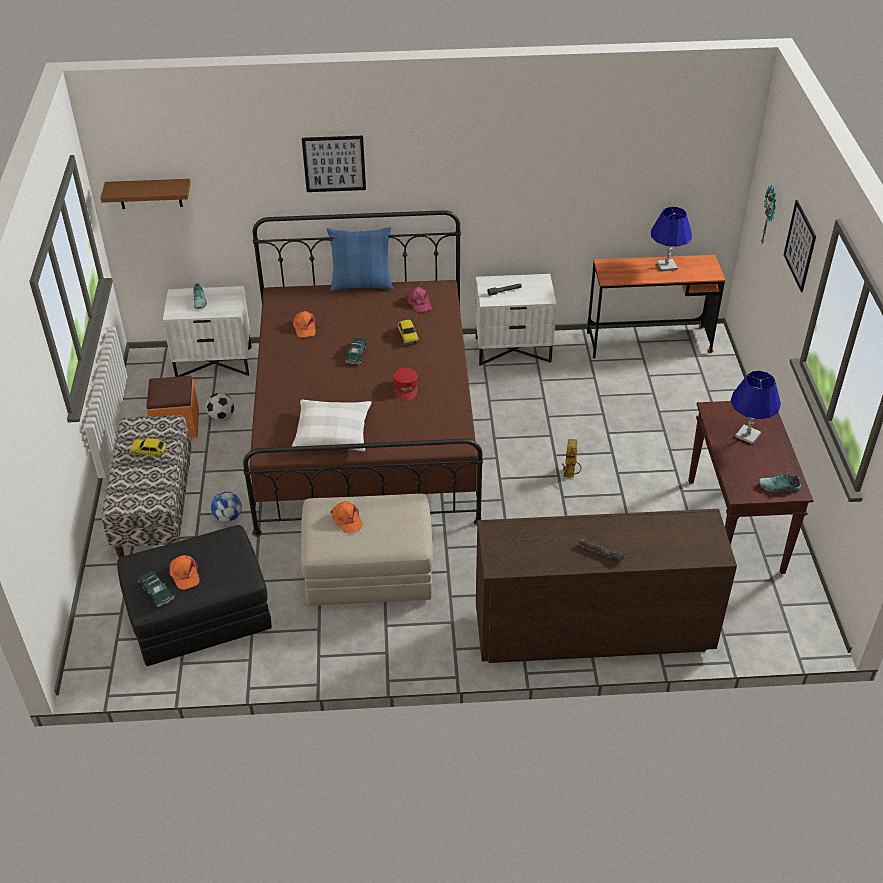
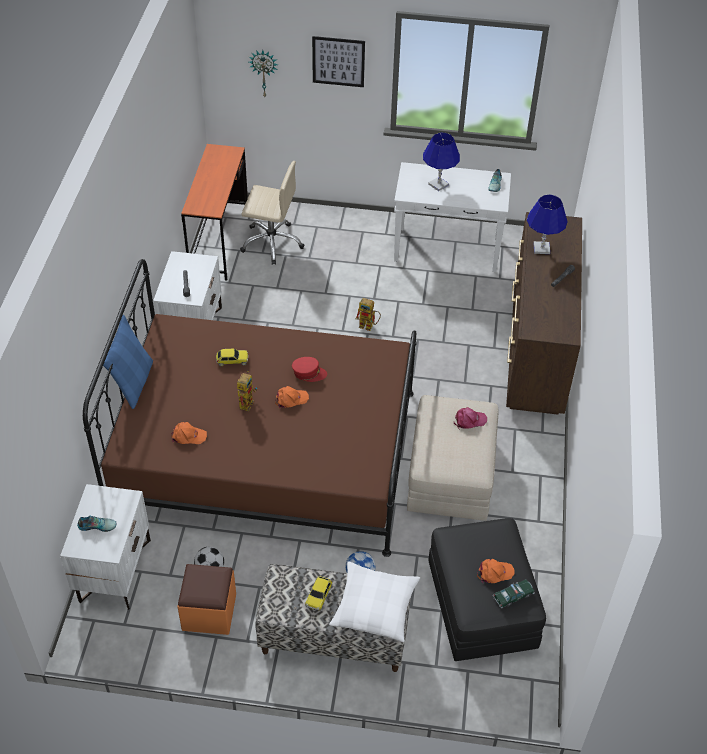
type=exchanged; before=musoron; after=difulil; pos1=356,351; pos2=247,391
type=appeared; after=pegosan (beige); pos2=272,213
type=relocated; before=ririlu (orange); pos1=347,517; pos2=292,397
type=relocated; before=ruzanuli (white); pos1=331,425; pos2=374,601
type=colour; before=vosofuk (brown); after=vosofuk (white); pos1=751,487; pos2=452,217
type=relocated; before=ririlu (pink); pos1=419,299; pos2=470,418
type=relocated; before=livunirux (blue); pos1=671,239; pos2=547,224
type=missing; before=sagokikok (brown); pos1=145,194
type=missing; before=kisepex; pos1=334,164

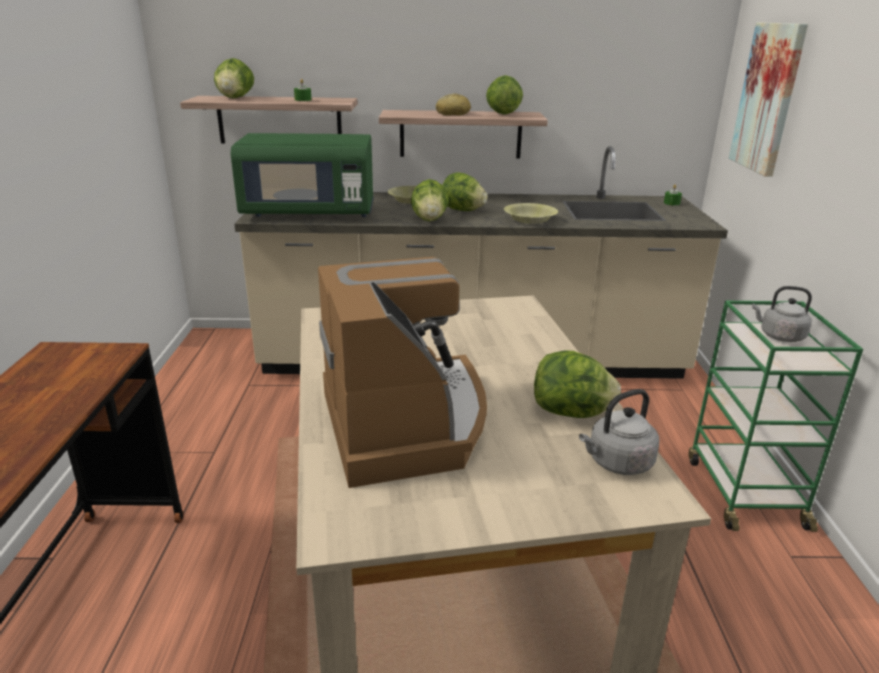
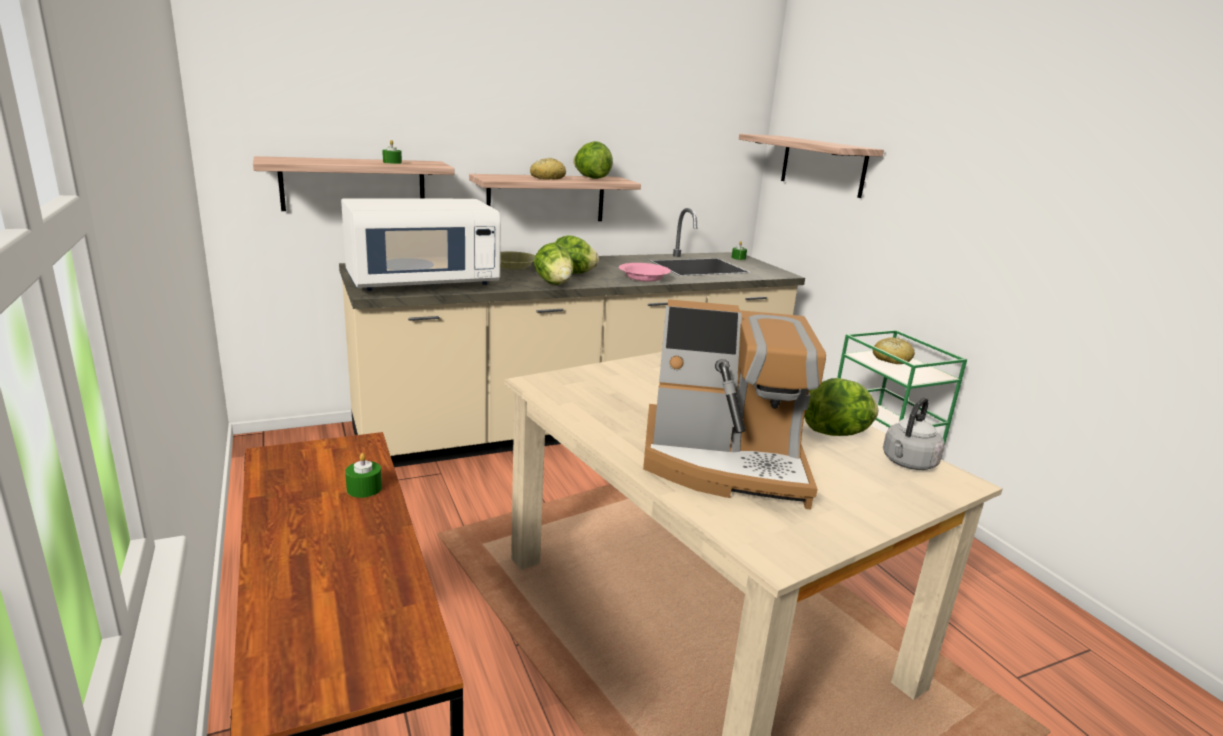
type=colour; before=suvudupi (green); after=suvudupi (white); pos1=302,175; pos2=421,244
type=appeared; after=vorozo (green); pos2=363,475
type=colour; before=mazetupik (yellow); after=mazetupik (pink); pos1=531,213; pos2=645,272
type=spun; before=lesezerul; pos1=402,372; pos2=734,404; turn=135
type=exchanged; before=kisepex; after=sagokikok; pos1=768,99; pos2=811,166
type=exchanged; before=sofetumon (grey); after=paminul; pos1=782,314; pos2=894,350
type=missing; before=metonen; pos1=234,78

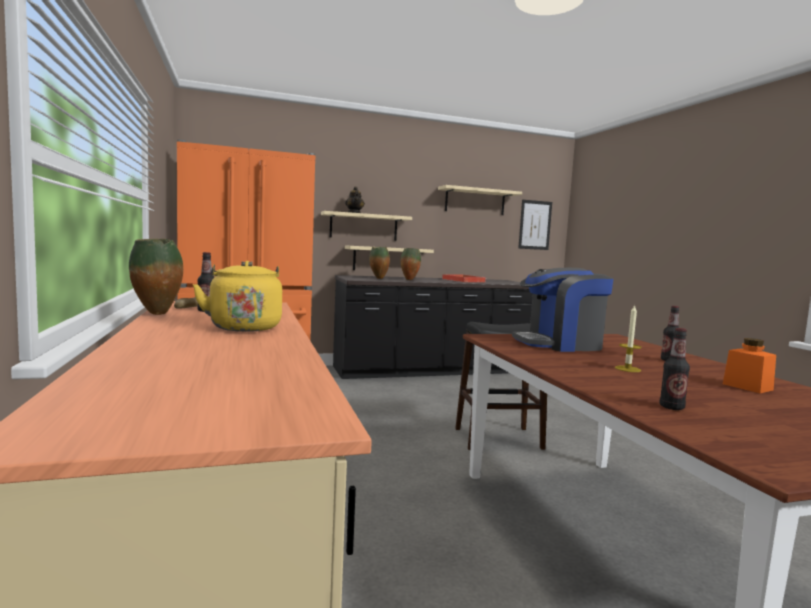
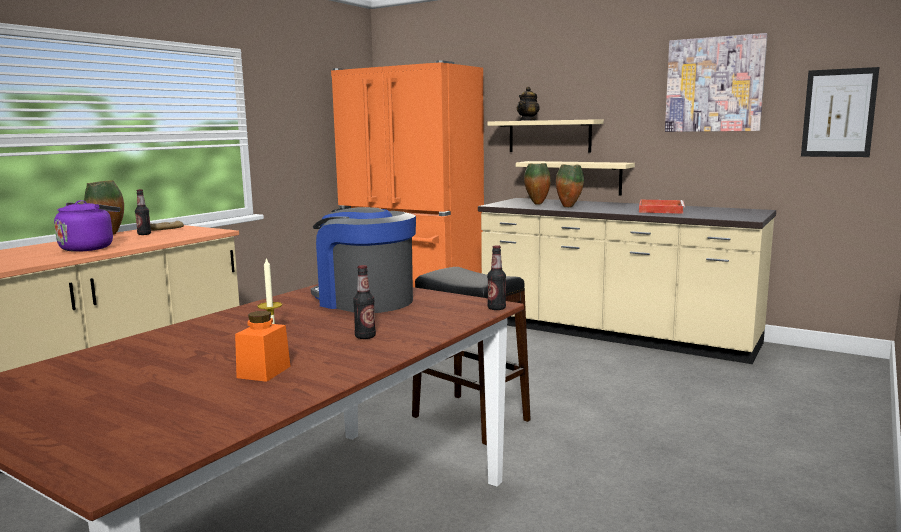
type=colour; before=sofetumon (yellow); after=sofetumon (purple); pos1=237,296; pos2=87,226
type=colour; before=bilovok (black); after=bilovok (beige); pos1=433,327; pos2=627,281
type=relocated; before=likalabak; pos1=674,369; pos2=496,277
type=exchanged; before=sagokikok (beige); after=kisepex; pos1=480,200; pos2=716,82

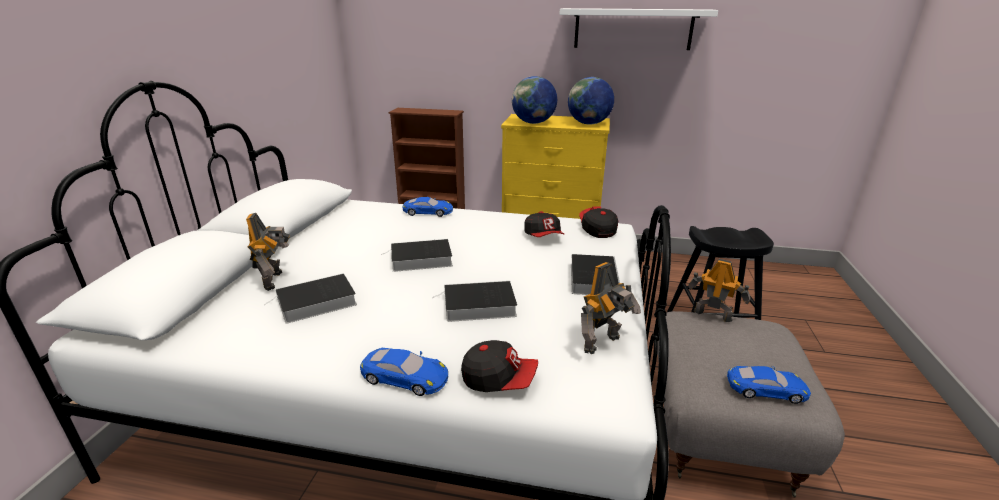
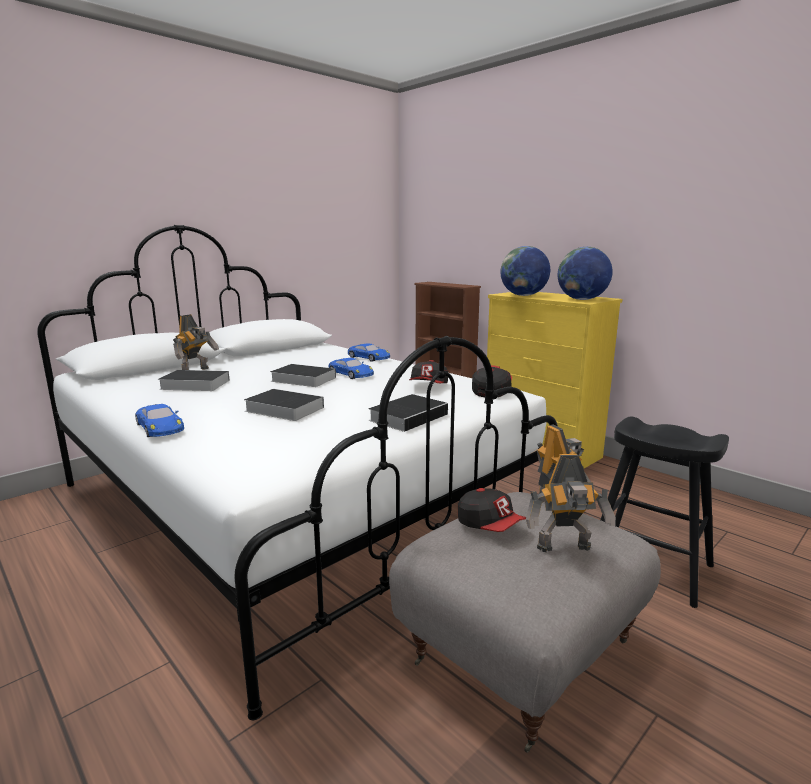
type=relocated; before=musoron (blue); pos1=769,385; pos2=351,368
type=relocated; before=ririlu; pos1=499,366; pos2=492,510
type=relocated; before=difulil; pos1=611,308; pos2=571,503
type=missing; before=sagokikok (white); pos1=638,29

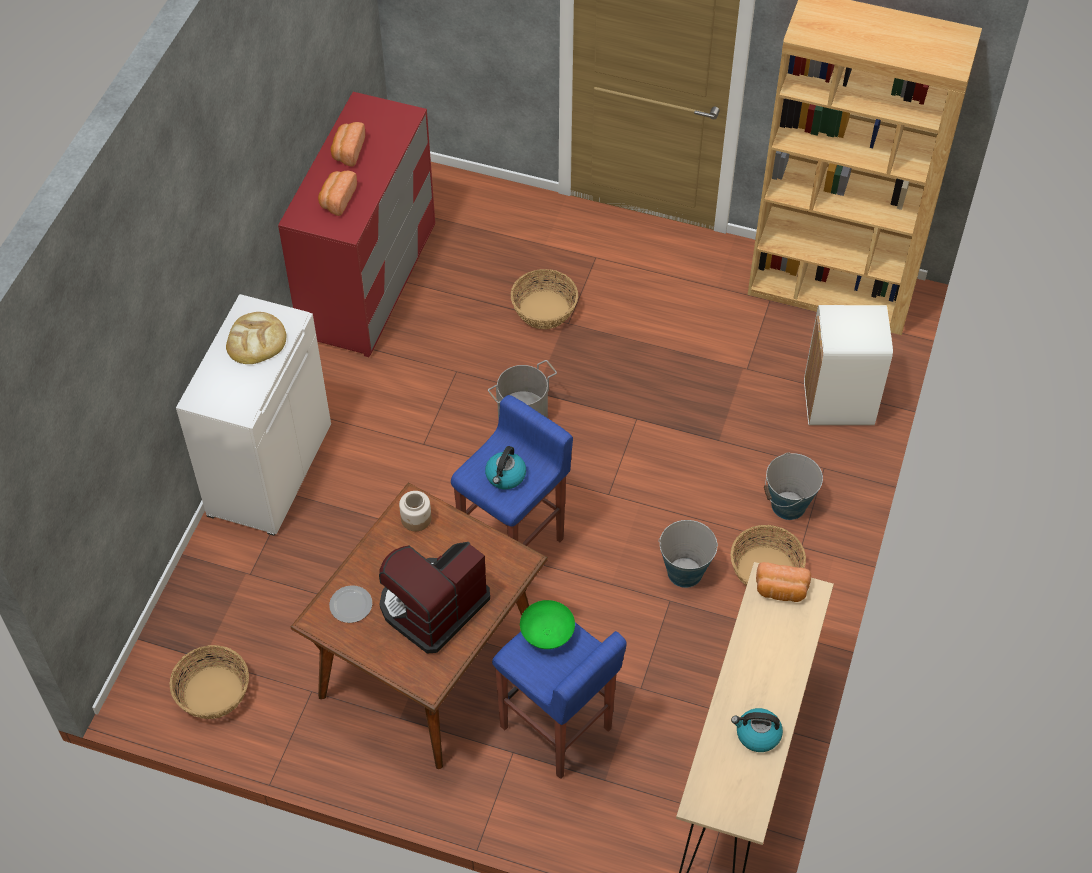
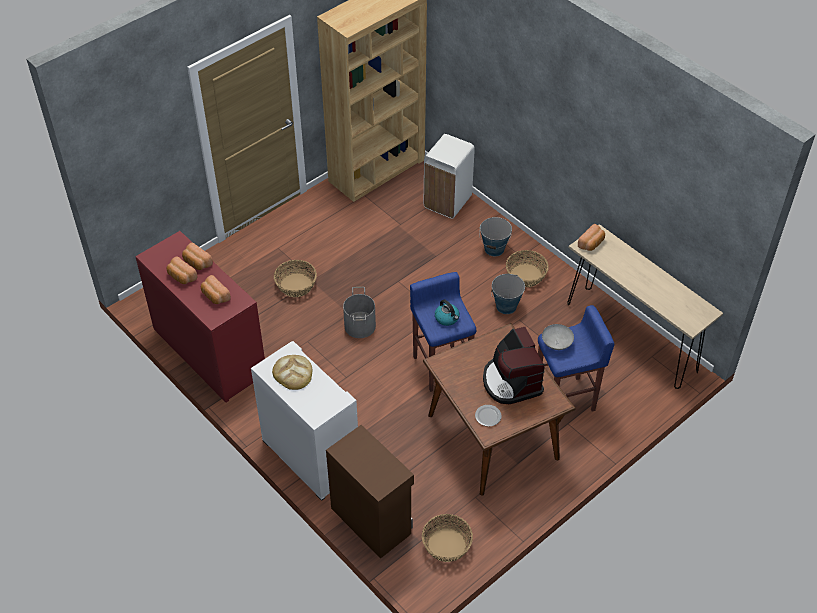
type=appeared; after=paminul; pos2=197,256
type=appeared; after=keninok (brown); pos2=370,492
type=colour; before=mazetupik (green); after=mazetupik (grey); pos1=547,624; pos2=558,337
type=missing; before=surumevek; pos1=415,511
type=missing; before=sofetumon; pos1=757,730

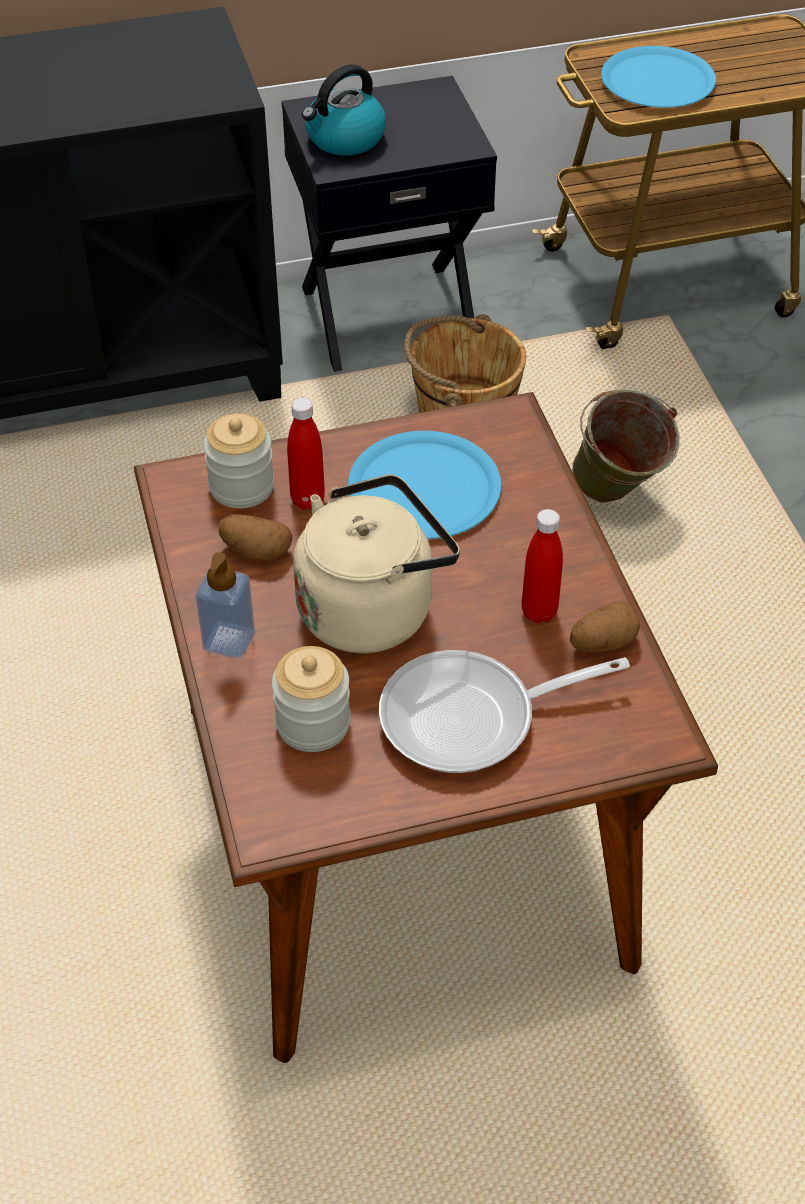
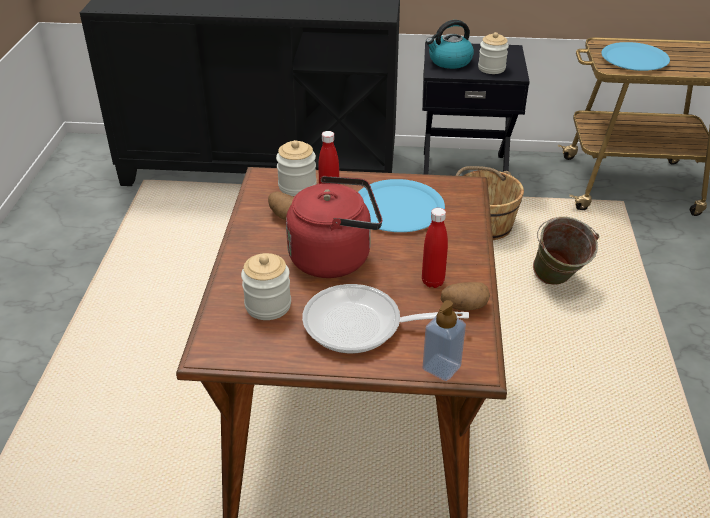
type=colour; before=sofetumon (beige); after=sofetumon (red); pos1=376,563; pos2=334,227
type=relocated; before=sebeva; pos1=225,605; pos2=444,340
type=appeared; after=surumevek; pos2=493,53

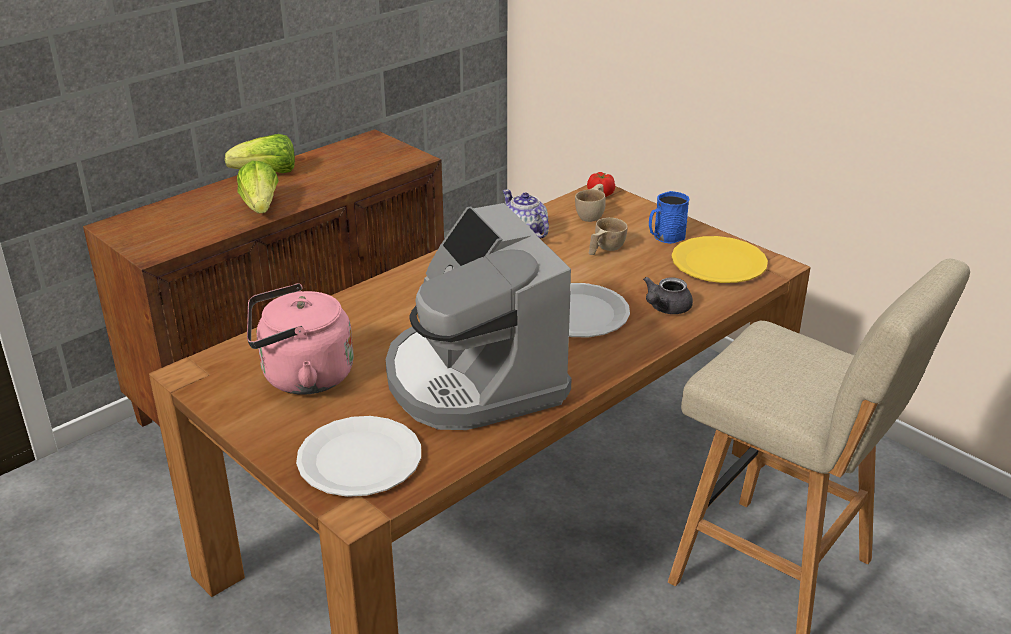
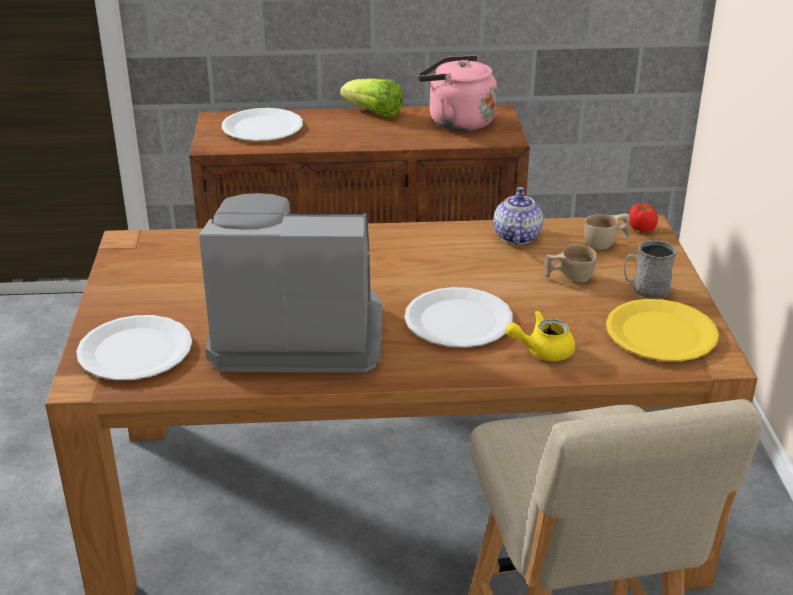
type=spun; before=lesezerul; pos1=478,316; pos2=291,283; turn=75
type=appeared; after=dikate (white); pos2=262,124
type=relocated; before=sofetumon (pink); pos1=300,338; pos2=457,93
type=colour; before=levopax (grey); after=levopax (yellow); pos1=668,295; pos2=540,335
type=colour; before=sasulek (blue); after=sasulek (grey); pos1=669,217; pos2=650,269
type=missing; before=metonen; pos1=258,187

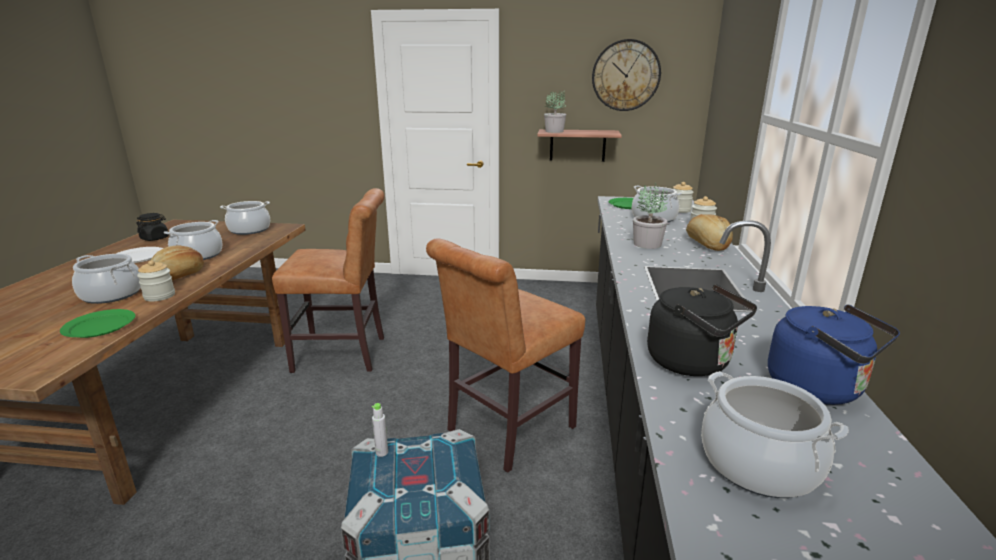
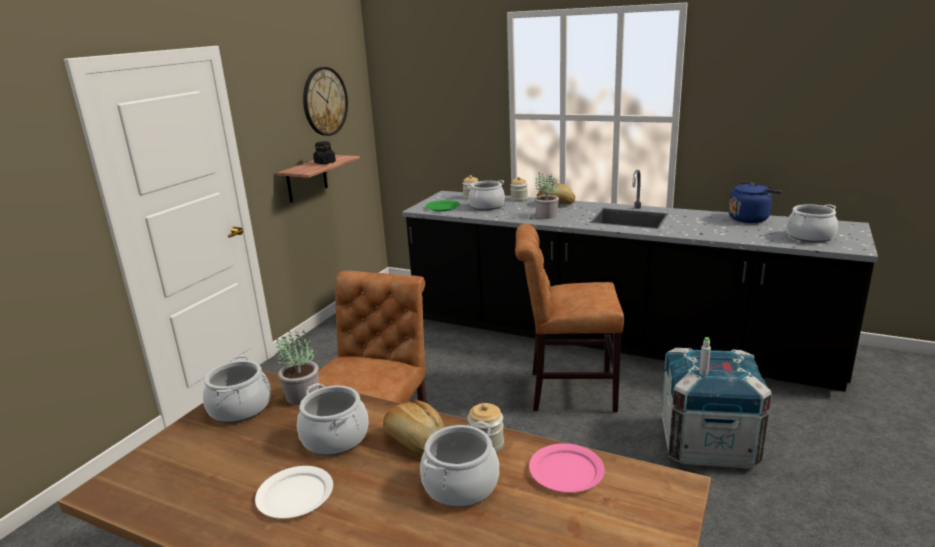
type=relocated; before=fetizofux; pos1=555,112; pos2=297,368
type=relocated; before=surumevek (black); pos1=152,227; pos2=324,152
type=spun; before=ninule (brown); pos1=505,355; pos2=569,317; turn=120
type=colour; before=dikate (green); after=dikate (pink); pos1=97,323; pos2=567,468
type=missing; before=sofetumon (black); pos1=702,330

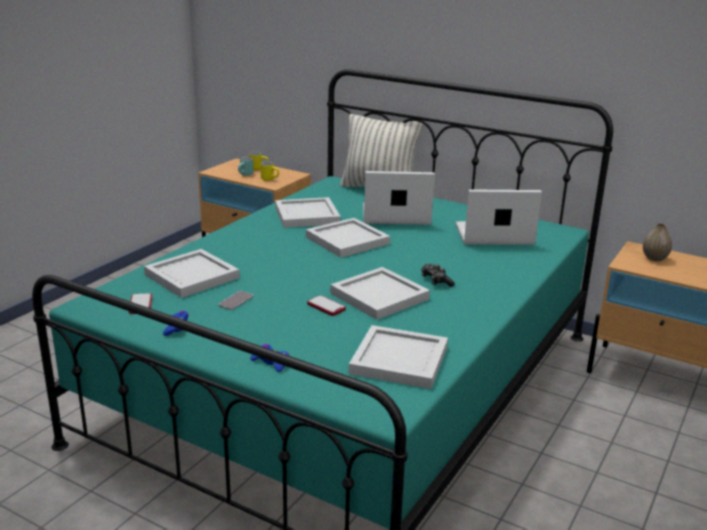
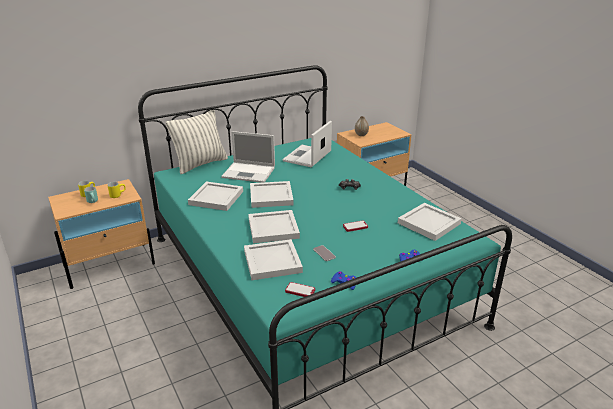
type=spun; before=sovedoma; pos1=399,198; pos2=248,157; turn=-105
type=relocated; before=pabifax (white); pos1=380,293; pos2=274,226

